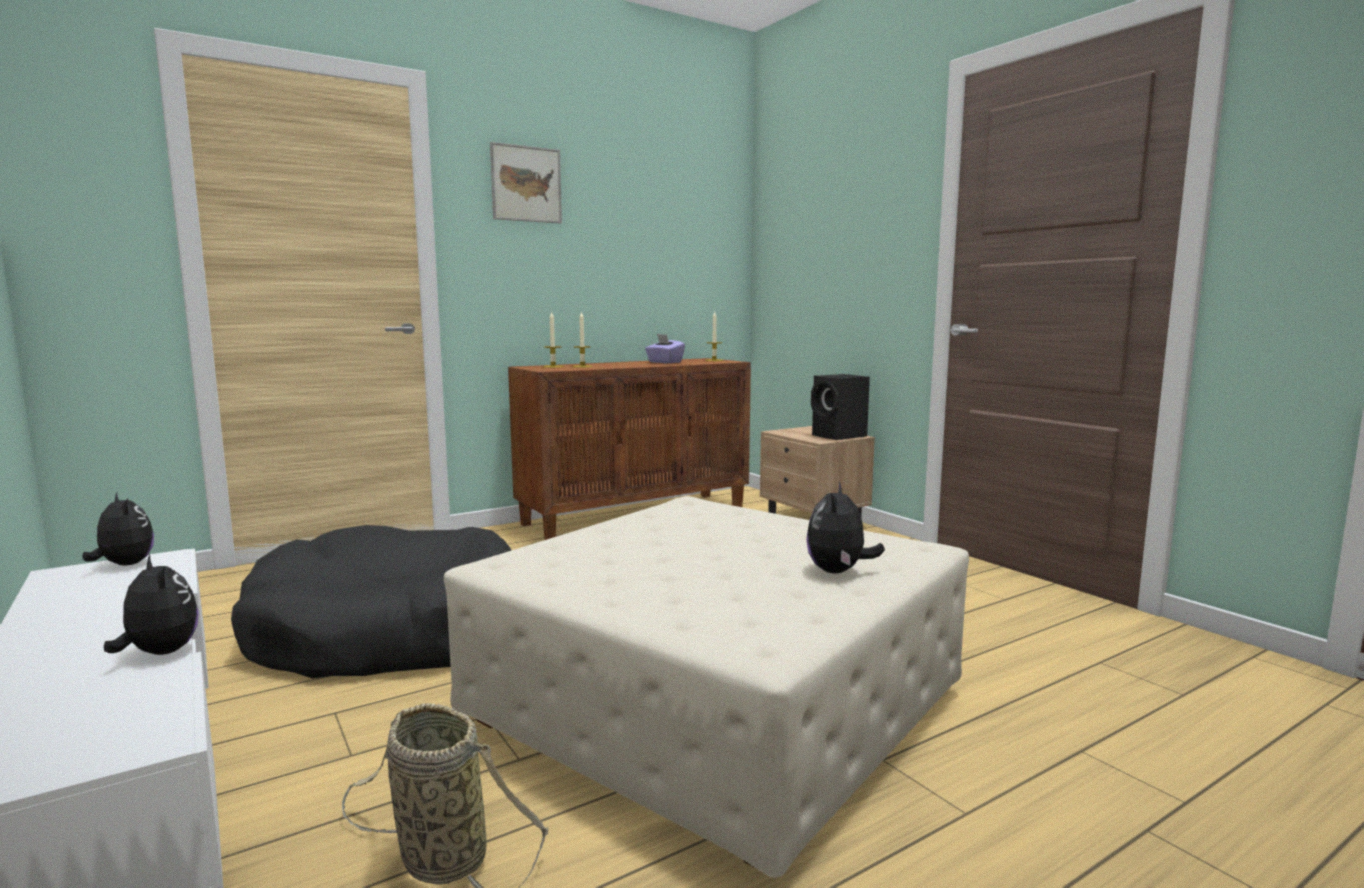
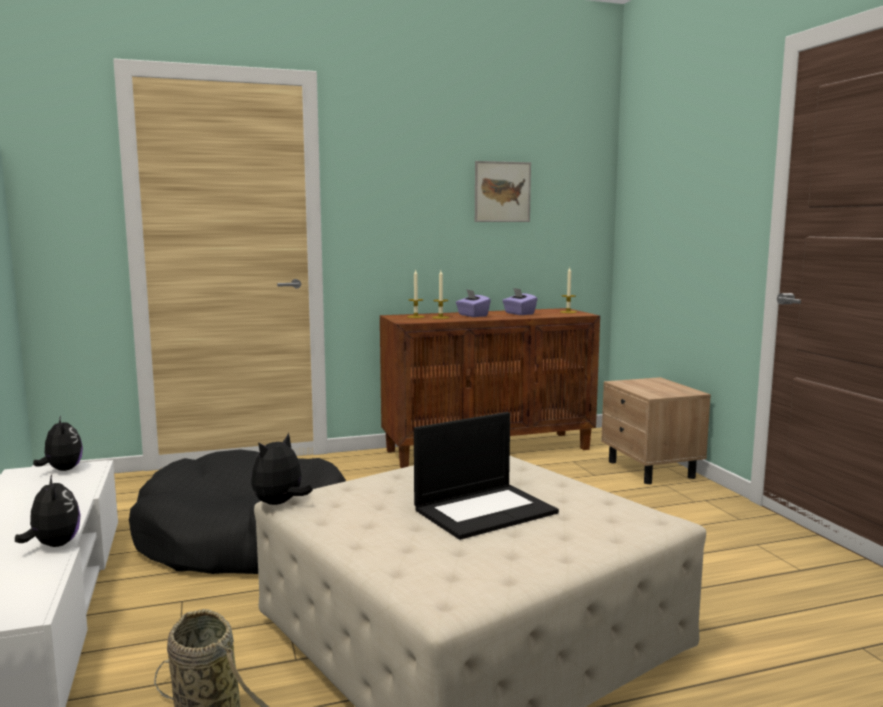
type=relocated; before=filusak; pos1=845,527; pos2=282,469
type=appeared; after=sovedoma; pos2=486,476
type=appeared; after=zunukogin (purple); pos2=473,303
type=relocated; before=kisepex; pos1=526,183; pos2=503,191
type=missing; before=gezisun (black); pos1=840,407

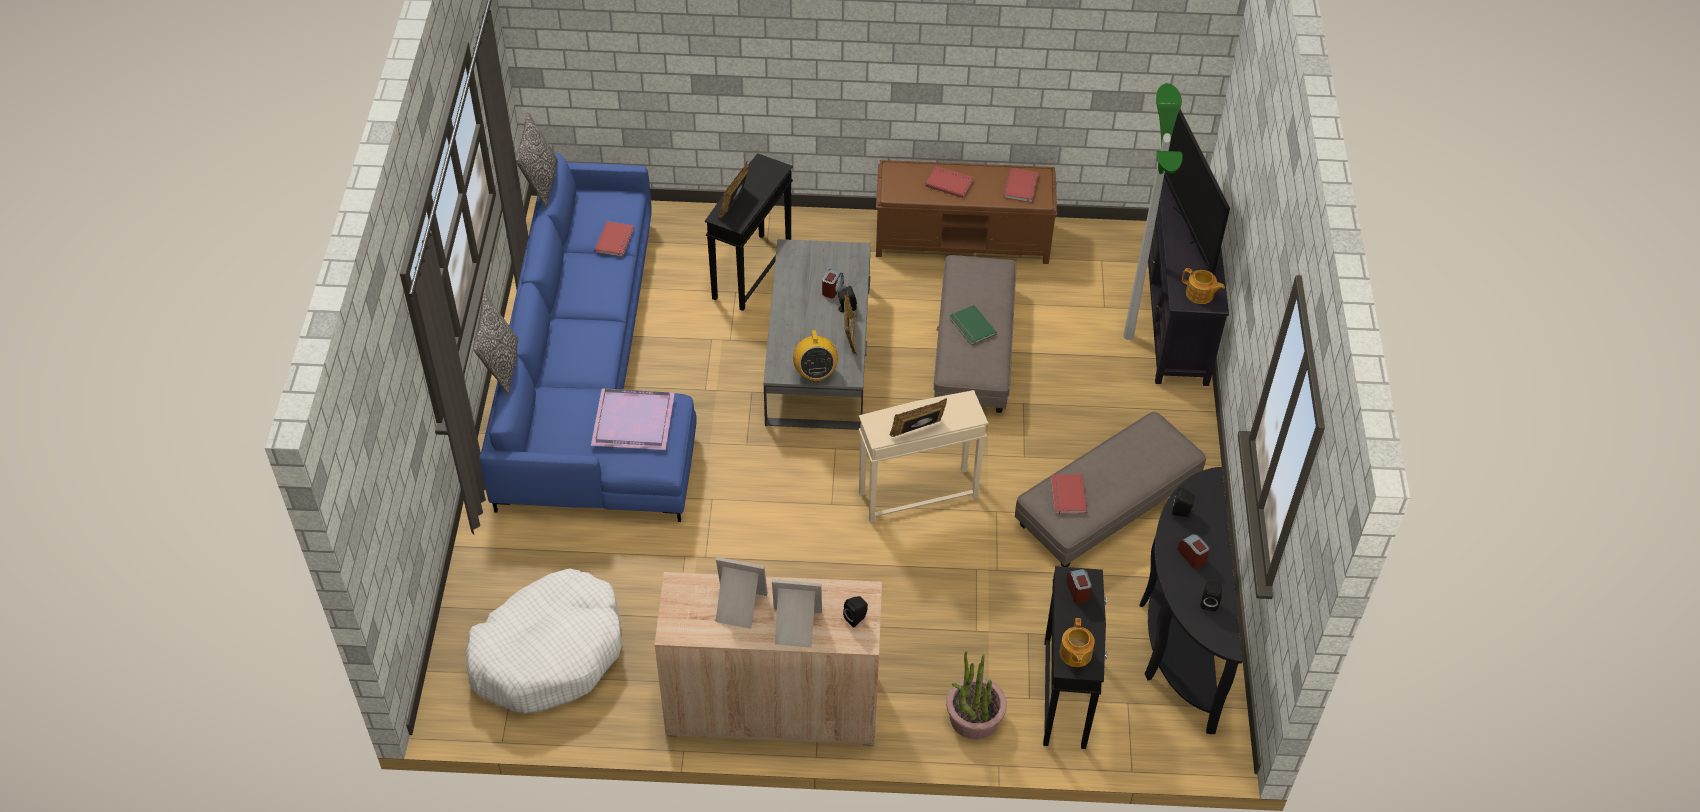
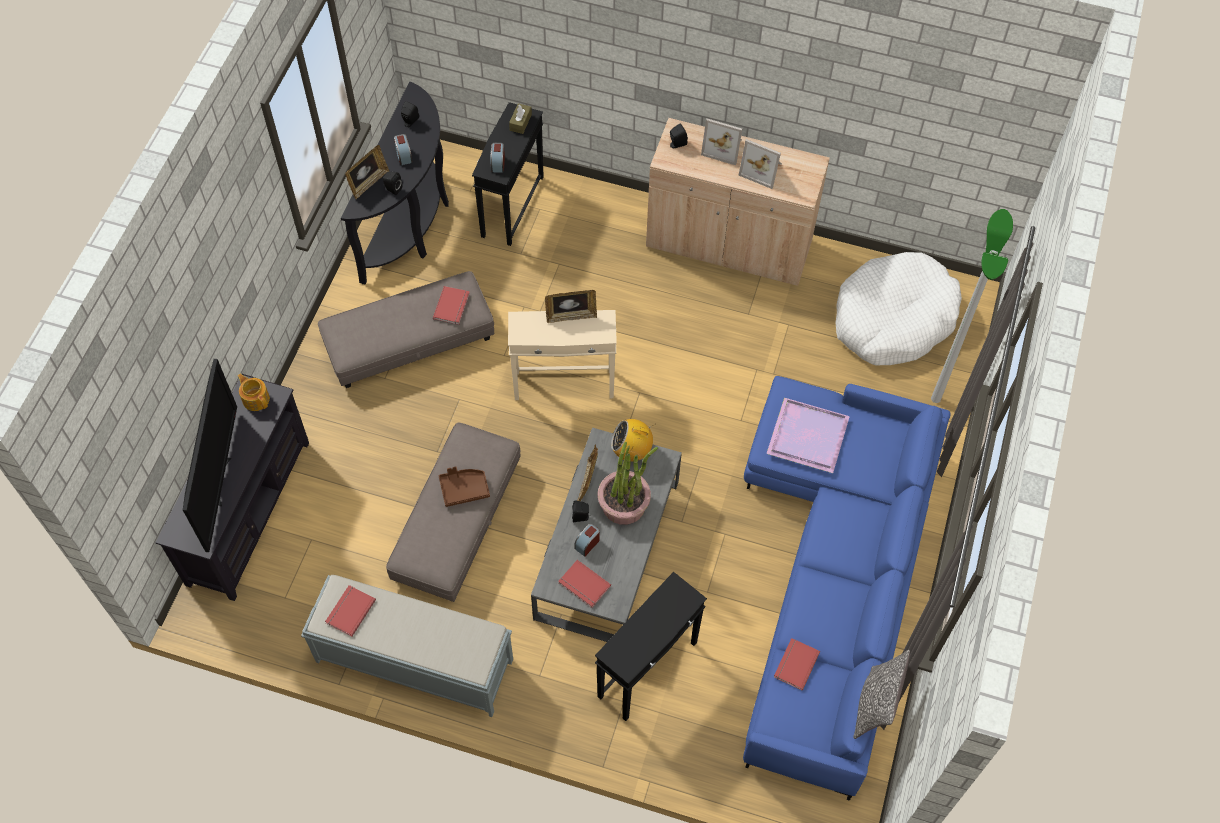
type=colour; before=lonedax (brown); after=lonedax (grey); pos1=966,212; pos2=407,646
type=relocated; before=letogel; pos1=733,189; pos2=367,172
type=exchanged; before=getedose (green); after=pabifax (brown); pos1=973,325; pos2=464,487
type=exchanged; before=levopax; after=zunukogin (brown); pos1=1077,642; pos2=520,118
type=relocated; before=getedose (red); pos1=949,182; pos2=584,584
type=relocated; before=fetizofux; pos1=976,695; pos2=627,483
type=spun; before=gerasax; pos1=815,356; pos2=633,440; turn=-90
type=relocated; before=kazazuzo; pos1=1153,211; pos2=972,306
type=missing; before=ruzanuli; pos1=496,344

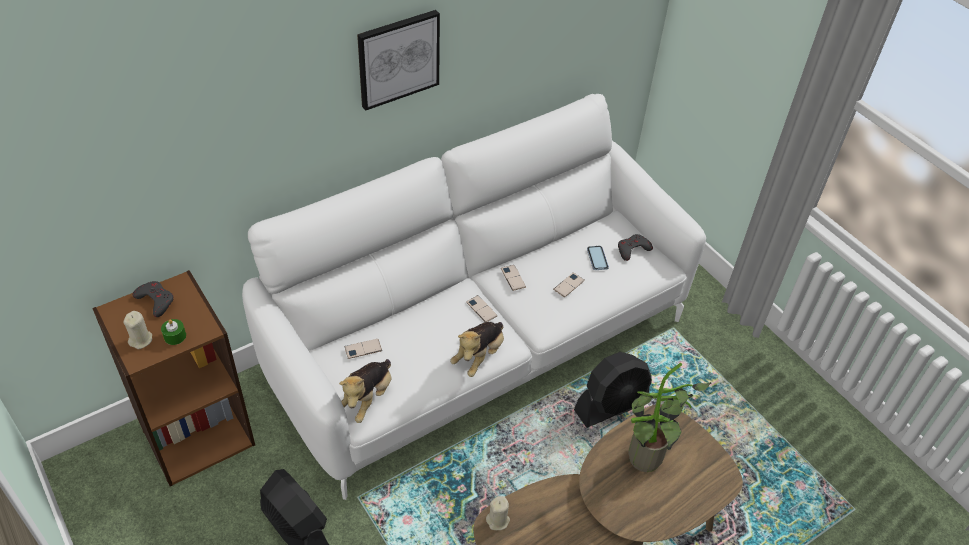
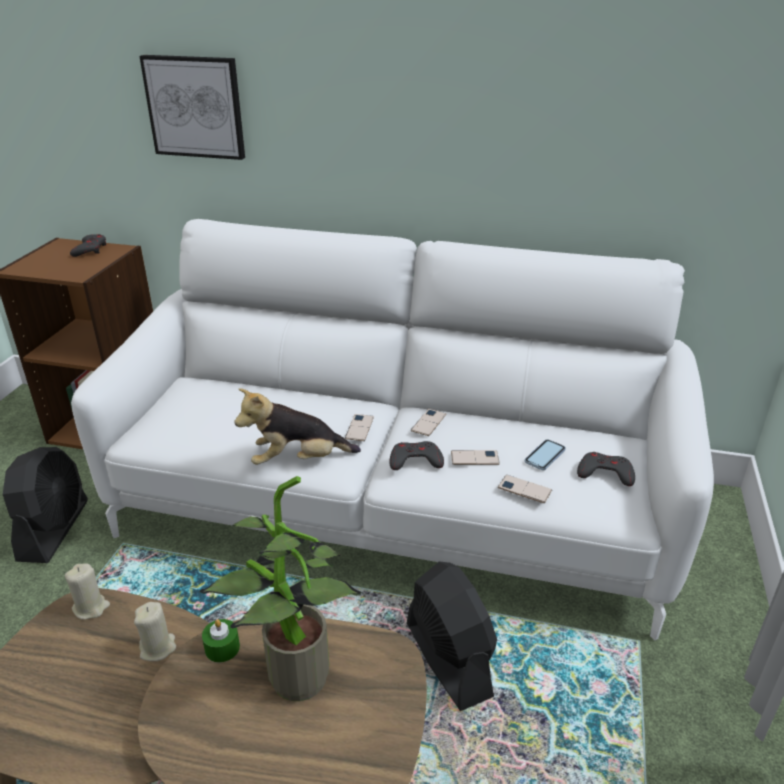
type=relocated; before=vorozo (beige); pos1=137,330; pos2=155,631
type=relocated; before=kisepex; pos1=398,60; pos2=192,107
type=relocated; before=vorozo (green); pos1=173,332; pos2=221,641
type=appeared; after=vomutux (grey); pos2=416,455
type=spun; before=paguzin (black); pos1=613,390; pos2=452,636; turn=-135
type=relocated; before=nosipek; pos1=363,349; pos2=525,489
type=missing; before=filusak; pos1=365,391

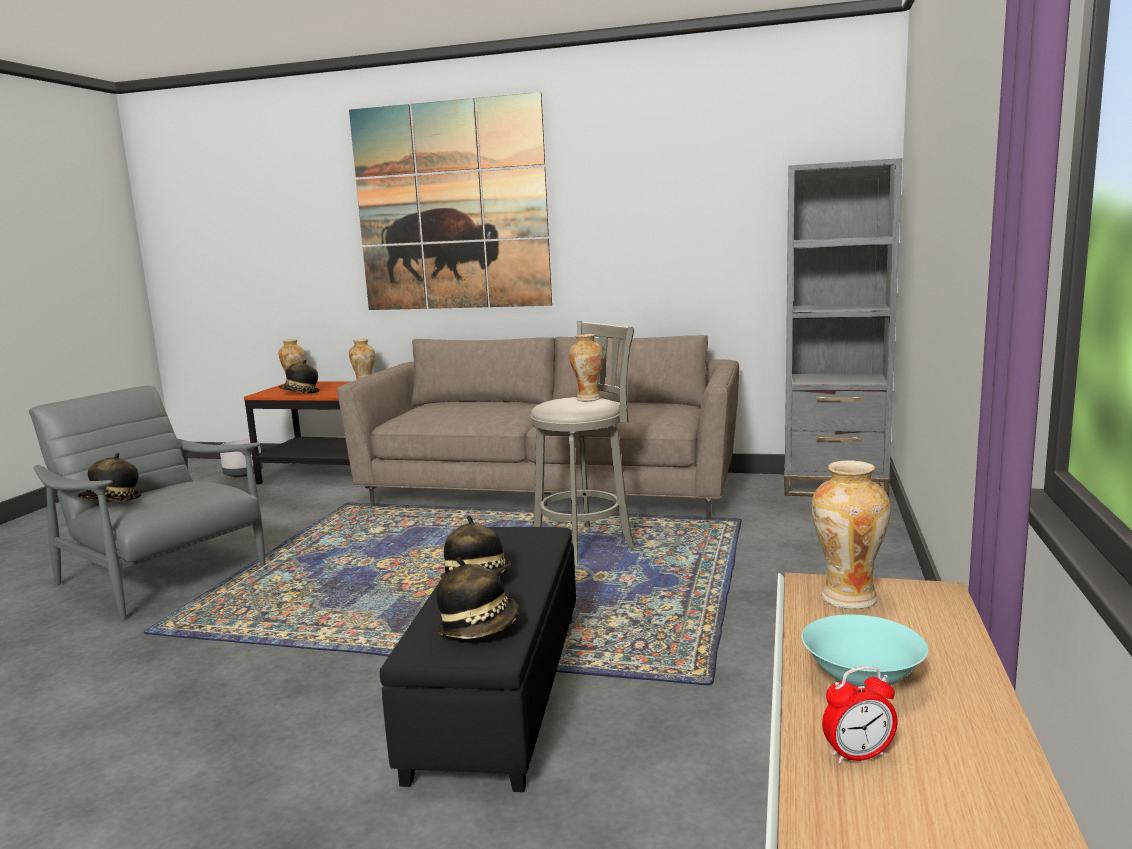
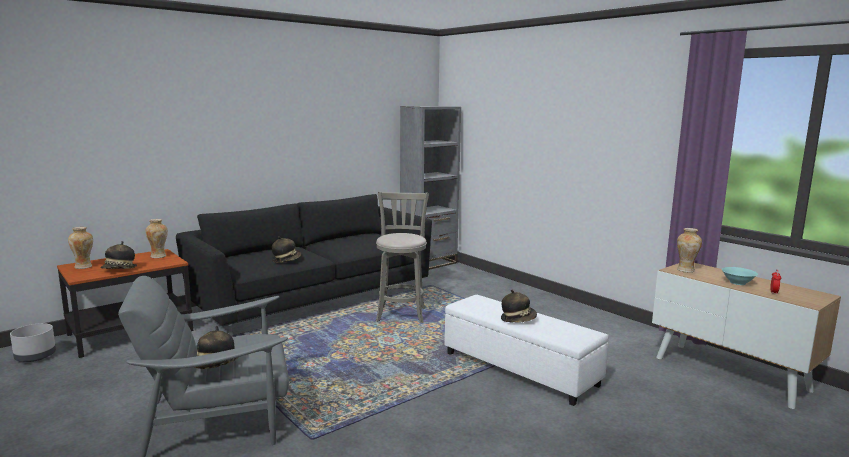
type=colour; before=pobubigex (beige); after=pobubigex (black); pos1=538,427; pos2=304,265
type=relocated; before=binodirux; pos1=477,598; pos2=287,249
type=colour; before=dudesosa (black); after=dudesosa (white); pos1=478,659; pos2=526,350
type=missing; before=kisepex; pos1=450,201
type=missing; before=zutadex; pos1=586,367

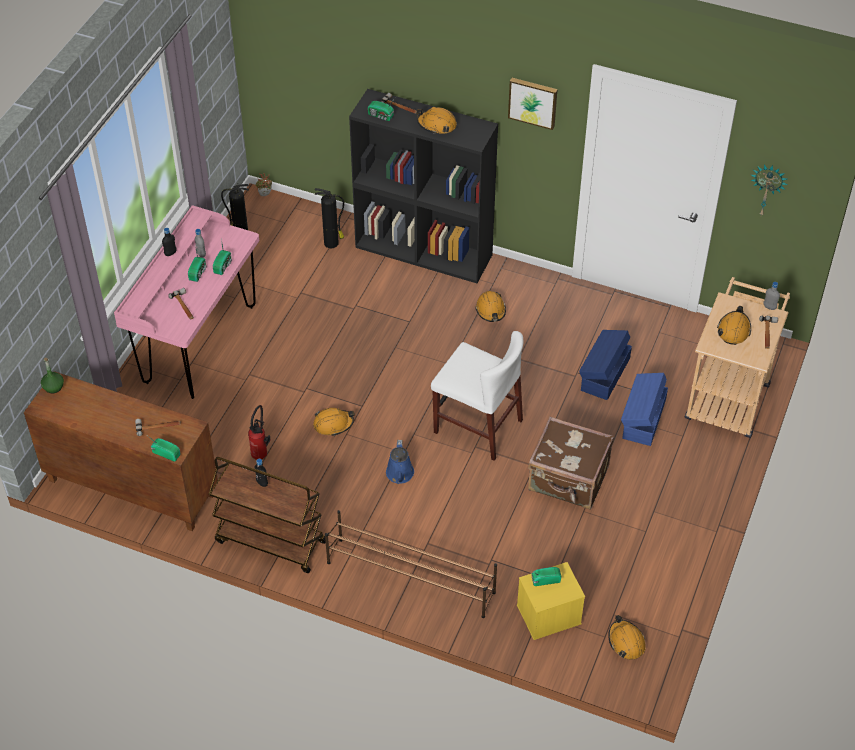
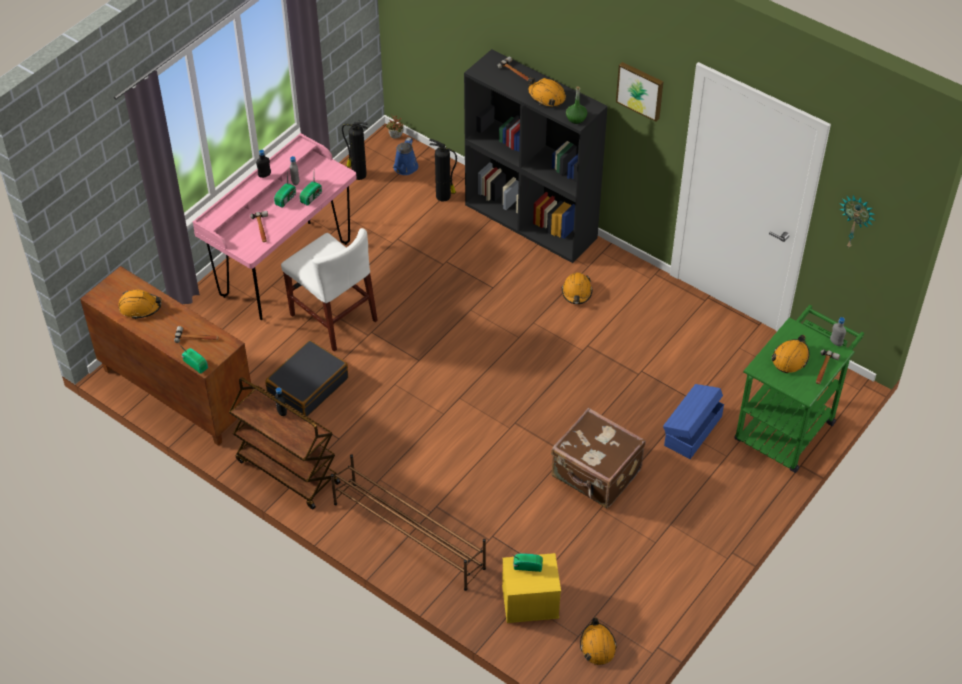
type=relocated; before=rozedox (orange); pos1=334,422; pos2=140,304
type=exchanged; before=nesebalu; after=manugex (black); pos1=259,432; pos2=307,378
type=relocated; before=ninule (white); pos1=477,396; pos2=329,290
type=relocated; before=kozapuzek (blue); pos1=400,462; pos2=405,156
type=relocated; before=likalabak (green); pos1=52,375; pos2=576,105
type=colour; before=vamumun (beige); after=vamumun (green); pos1=737,357; pos2=799,389
type=missing; before=gerasax; pos1=381,109
type=missing; before=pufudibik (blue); pos1=605,365

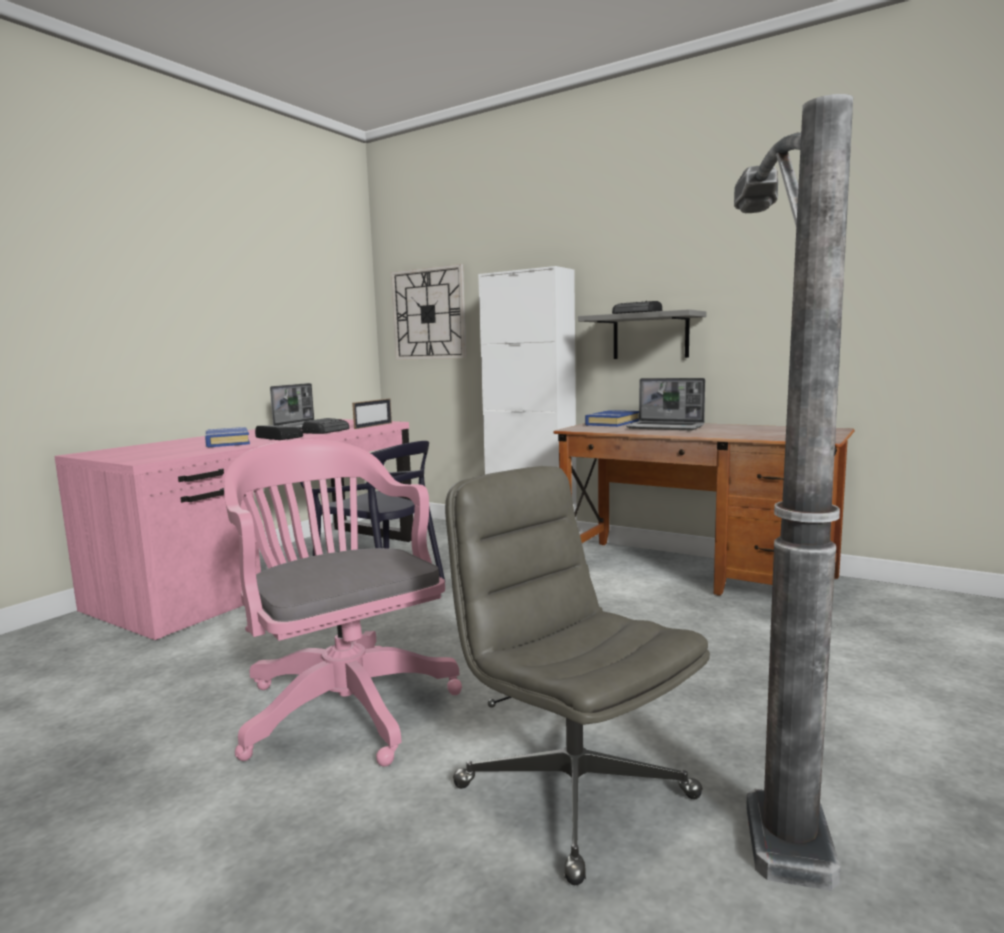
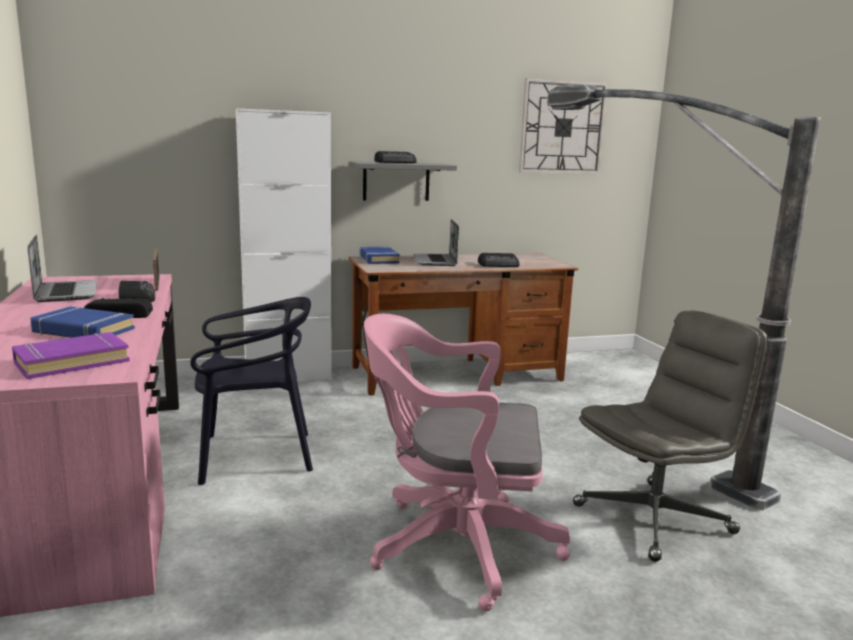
type=appeared; after=getedose (purple); pos2=71,355
type=spun; before=sovedoma; pos1=665,404; pos2=436,242; turn=105
type=appeared; after=gerasax; pos2=499,260
type=relocated; before=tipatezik; pos1=429,312; pos2=563,126
type=spun; before=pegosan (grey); pos1=577,675; pos2=670,436; turn=150

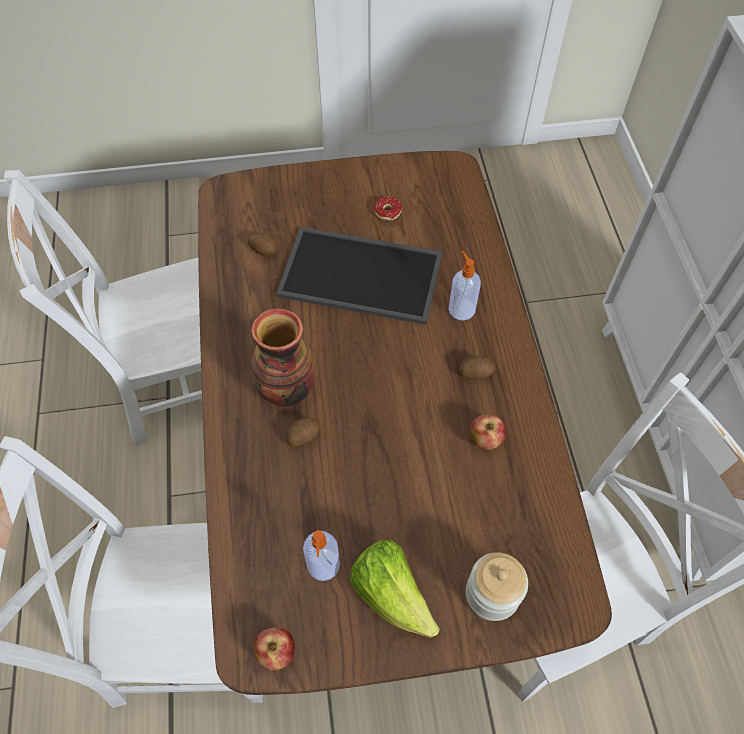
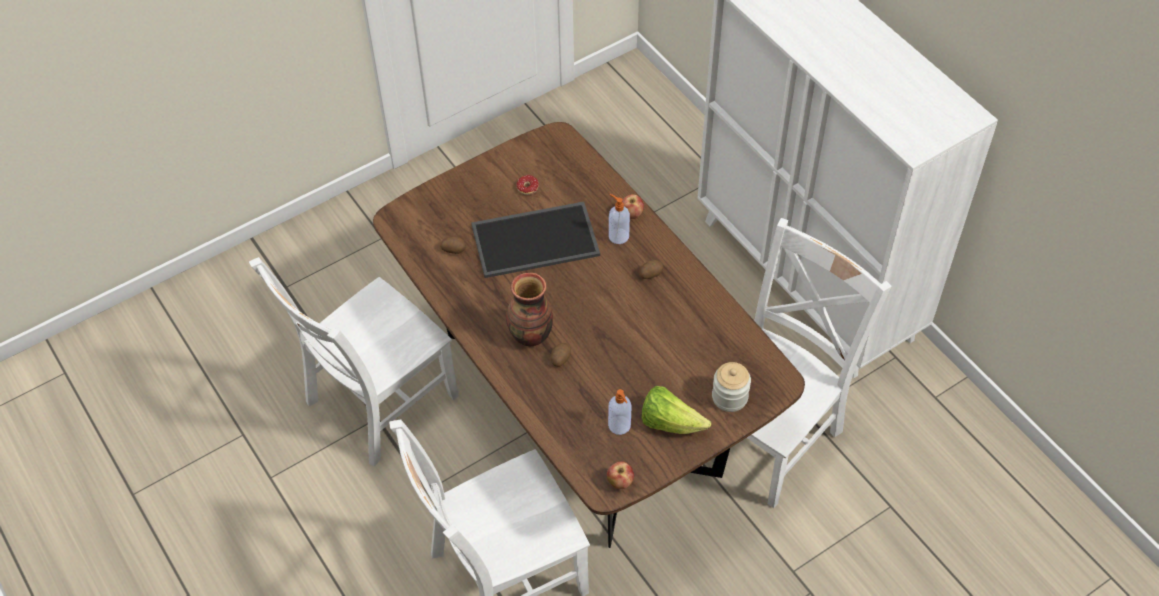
type=relocated; before=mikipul; pos1=488,432; pos2=633,206

